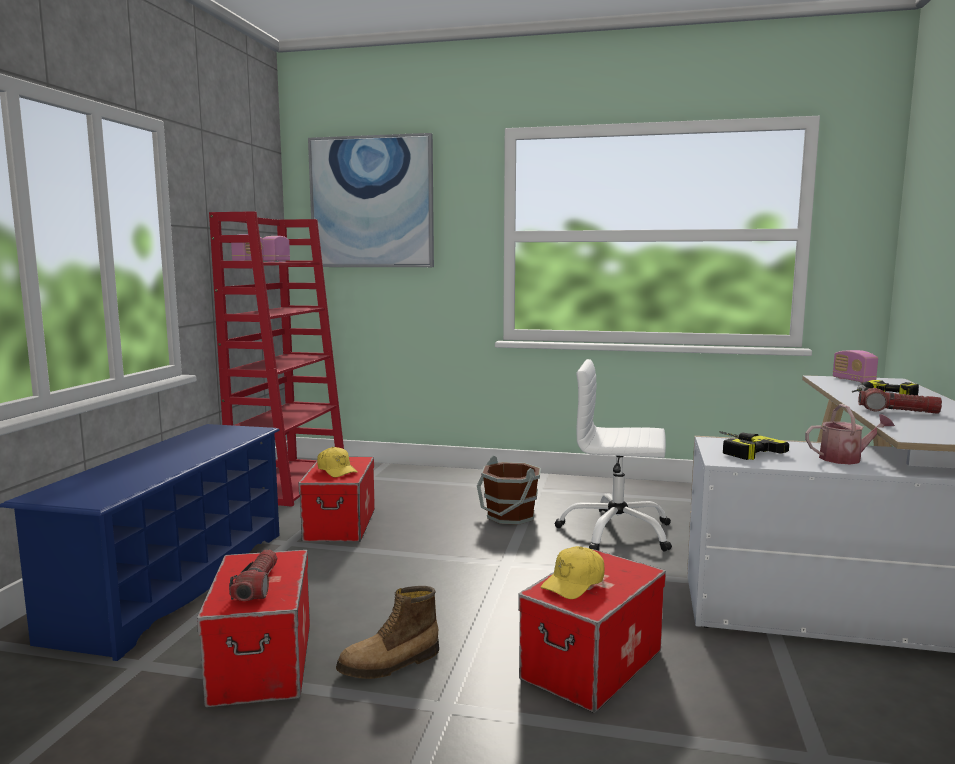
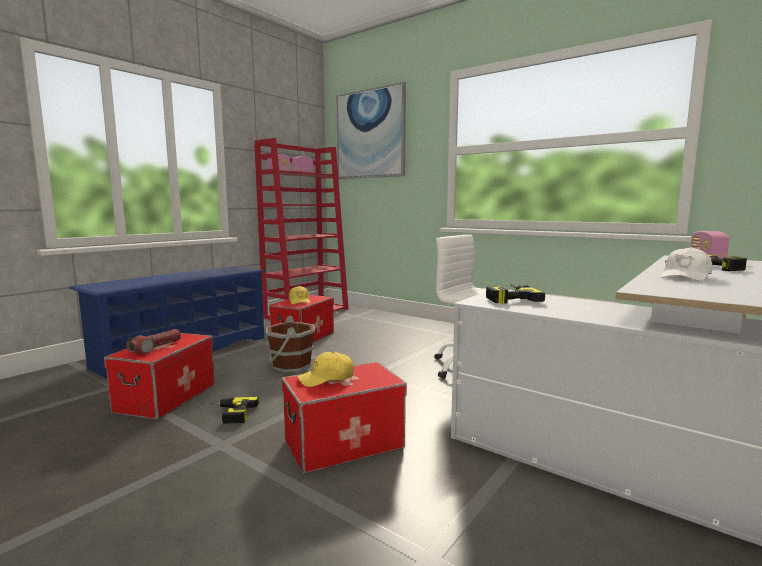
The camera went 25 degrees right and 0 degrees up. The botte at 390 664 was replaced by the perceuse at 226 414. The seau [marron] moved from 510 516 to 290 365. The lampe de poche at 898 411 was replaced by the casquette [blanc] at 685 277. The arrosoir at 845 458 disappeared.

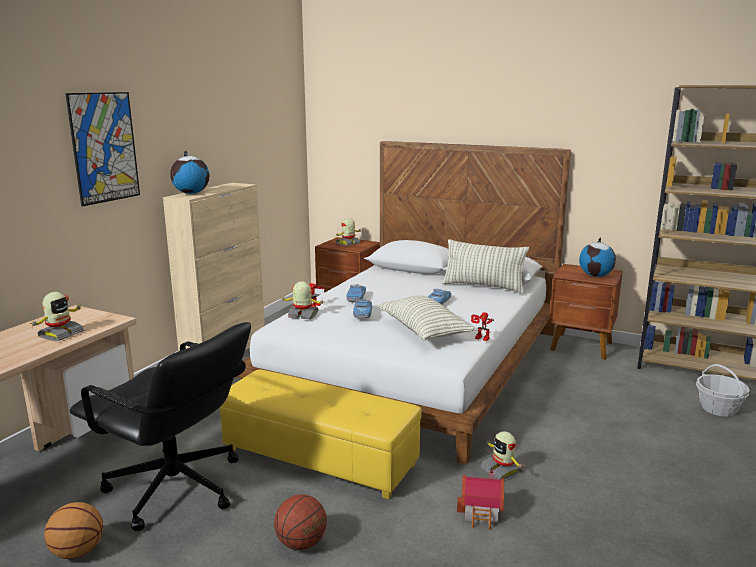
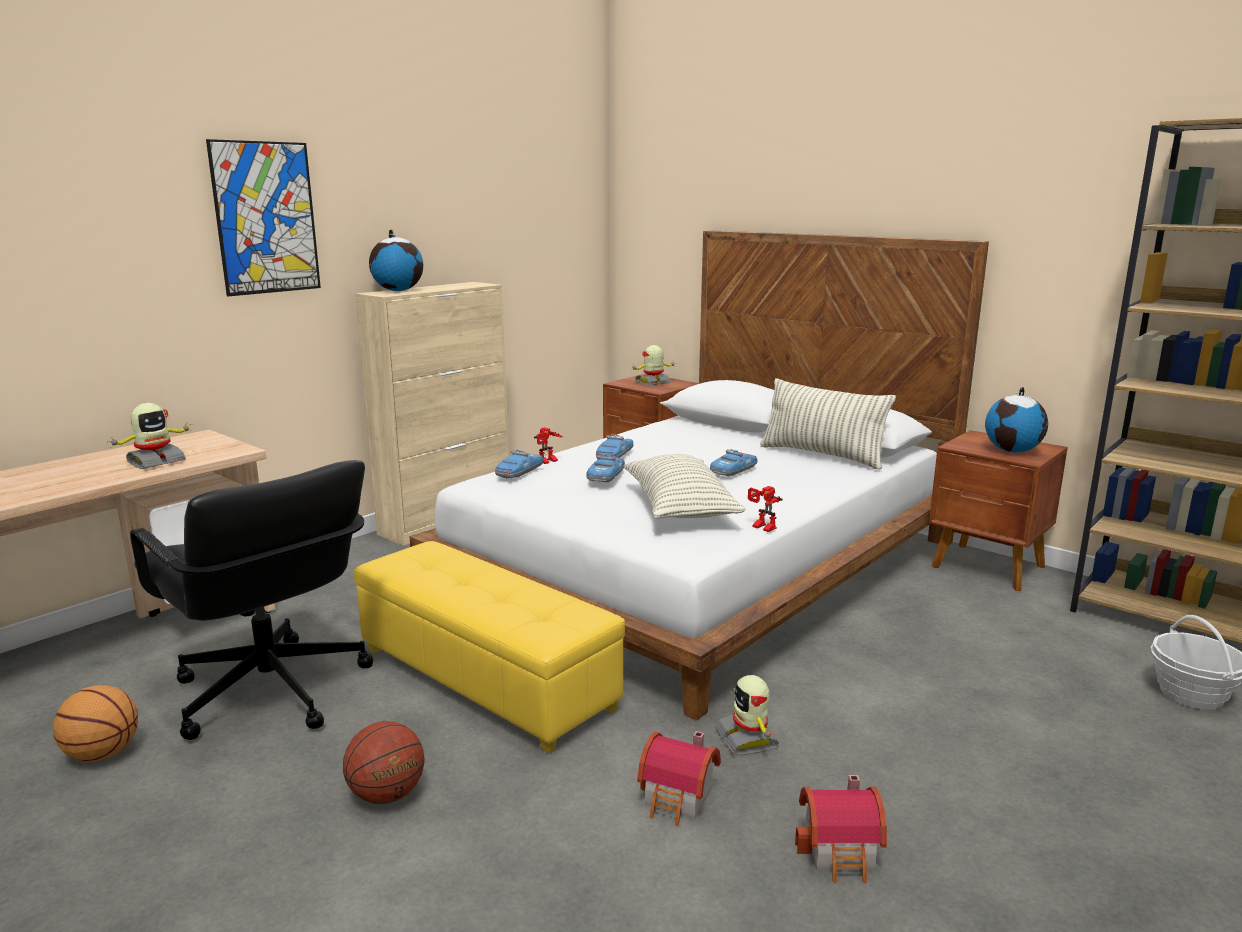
The camera went 15 degrees right and 0 degrees up. The robot jouet at 303 315 was replaced by the petite voiture at 519 471. The maison miniature at 842 852 appeared.

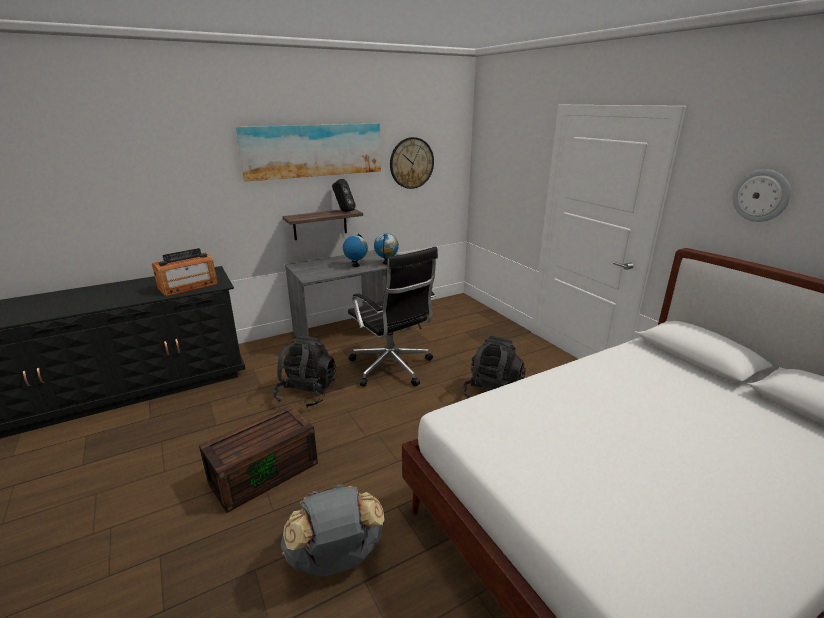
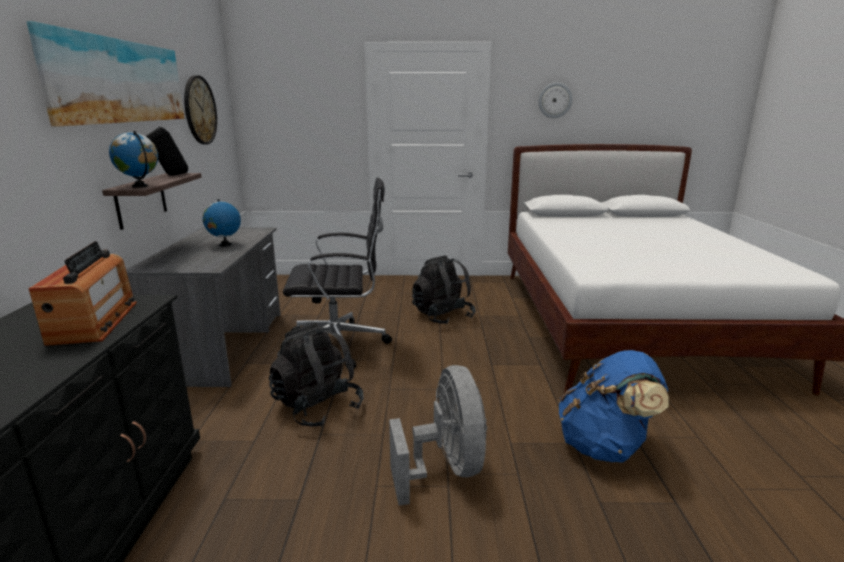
The camera went 60 degrees left and 5 degrees down. The globe moved from 386 263 to 140 186. The boîte de rangement [marron] at 265 471 was replaced by the ventilateur [gris] at 445 468. The sac à dos [gris] at 336 559 became the sac à dos [bleu] at 604 446.

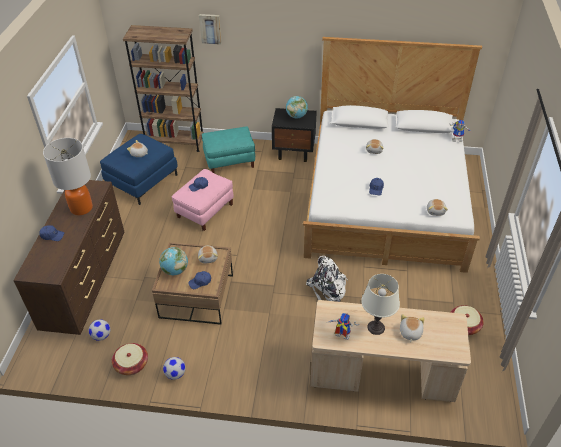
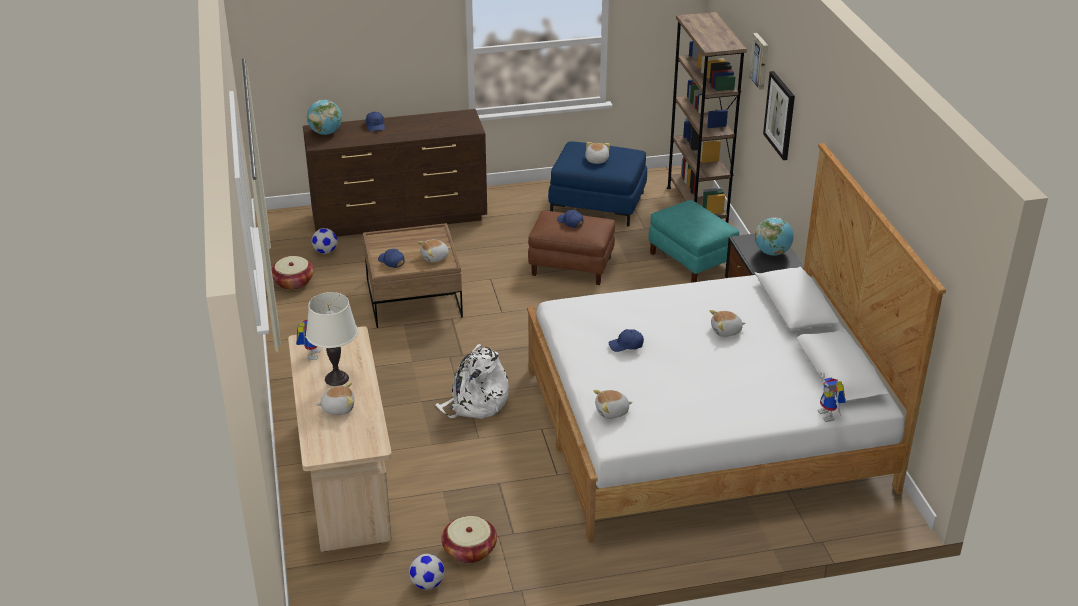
The camera went 70 degrees right and 10 degrees down. The globe moved from 175 270 to 325 133. The ballon de foot moved from 175 374 to 427 584. The pouf [rose] at 205 210 became the pouf [marron] at 572 266. The tableau at 780 115 appeared. The lampe de table at 81 208 disappeared.

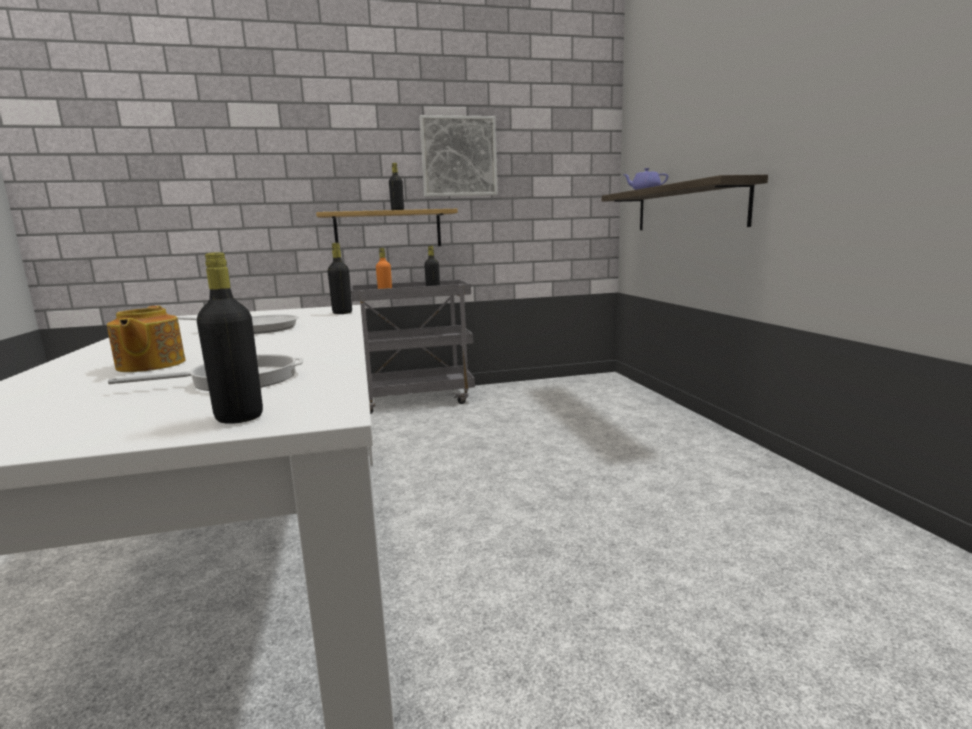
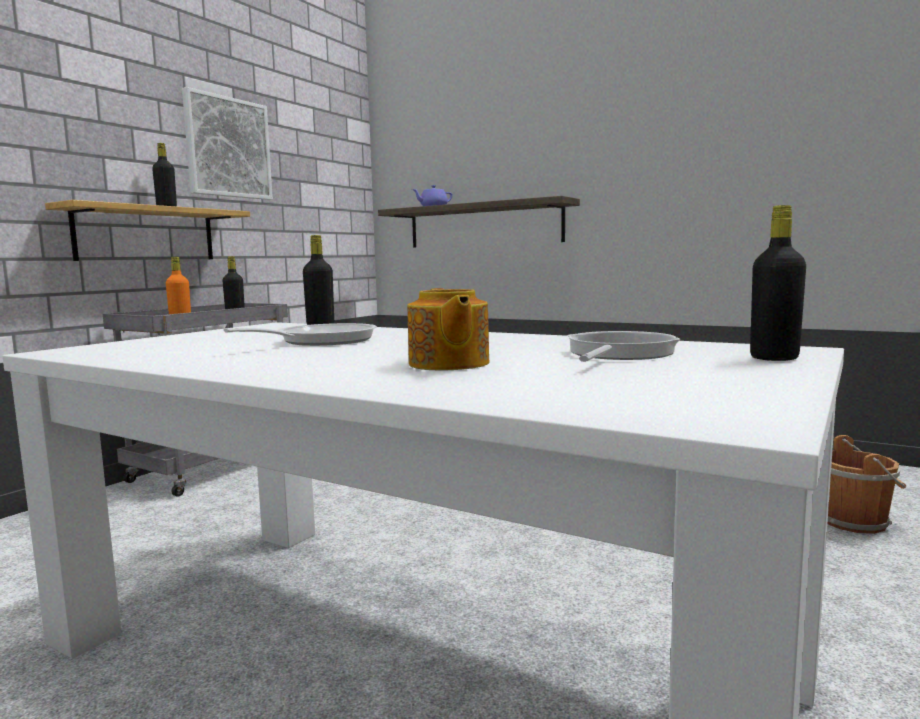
The camera went 45 degrees left and 5 degrees down. The théière at 149 365 turned 45 degrees clockwise. The seau [marron] at 856 521 appeared.

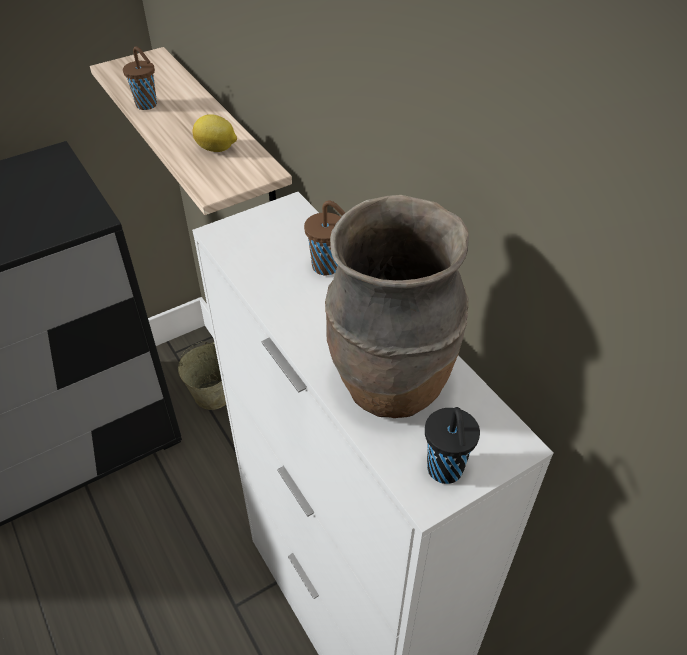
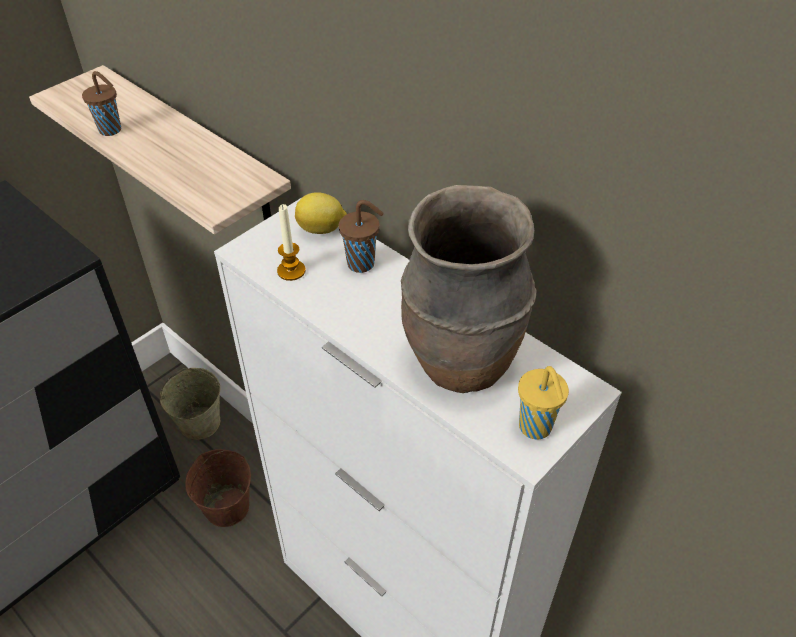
The camera went 15 degrees left and 0 degrees up. The seau [marron] at 226 506 appeared. The bougie at 291 271 appeared. The citron moved from 217 149 to 322 229. The tasse [noir] at 445 471 became the tasse [jaune] at 536 428.

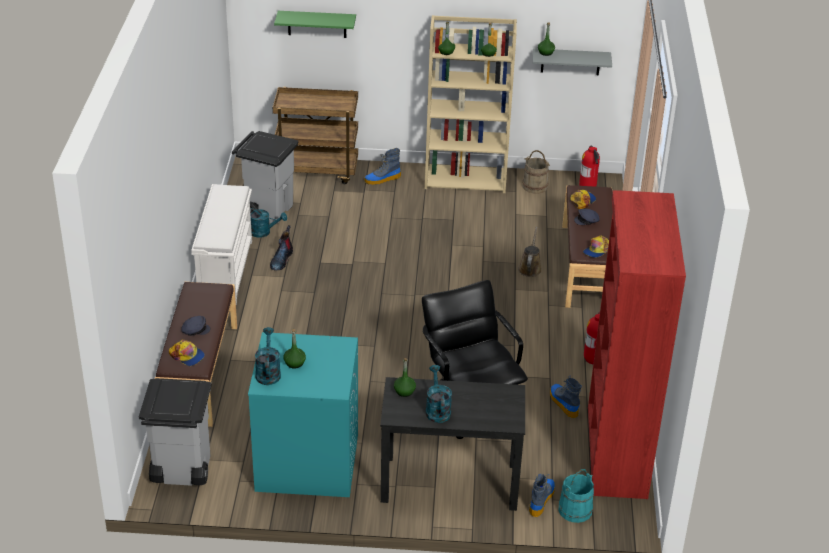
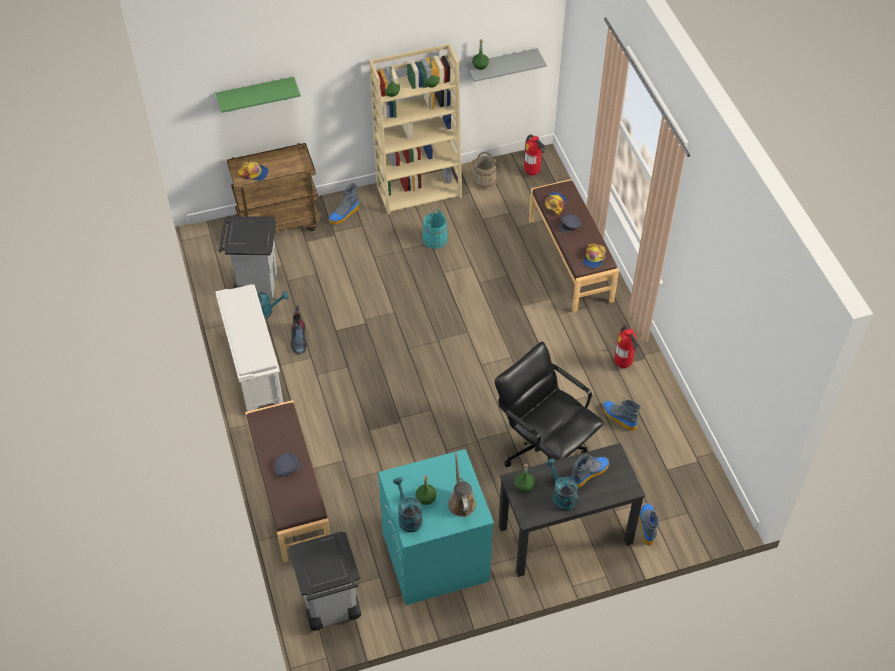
The camera went 20 degrees left and 15 degrees up. The casquette moved from 187 356 to 254 173. The seau [turquoise] moved from 575 509 to 435 239. The arrosoir [marron] moved from 530 268 to 461 501. The botte at 589 473 appeared. The bibliothèque [rouge] at 615 452 disappeared.

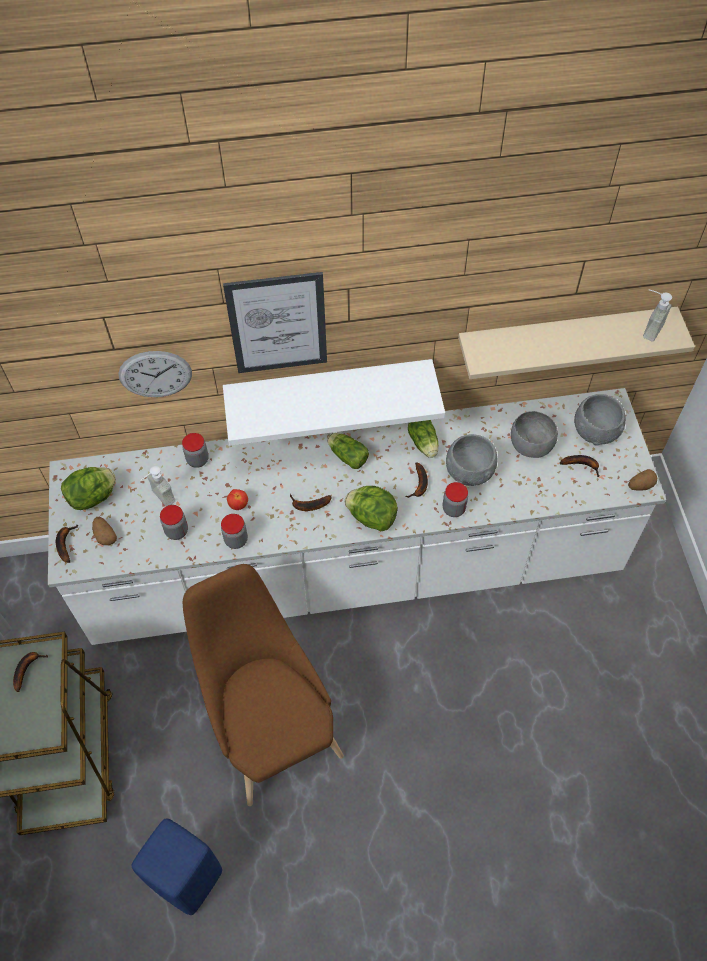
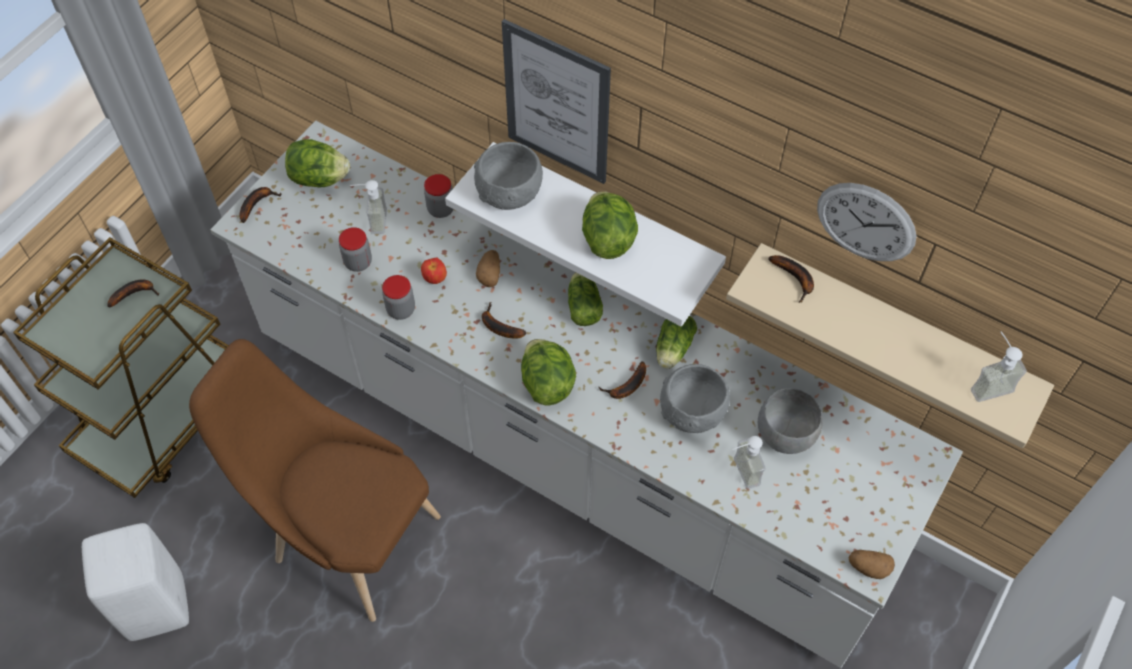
The camera went 40 degrees right and 0 degrees up. The tabouret [bleu] at 189 878 became the tabouret [blanc] at 158 608. The chaise [marron] at 271 728 turned 75 degrees counterclockwise. The bol [gris] moved from 596 430 to 510 193. The pomme de terre moved from 105 535 to 490 274. The laitue at 607 238 appeared. The distributeur de savon at 739 473 appeared. The banane moved from 582 465 to 795 279. The horloge murale moved from 155 374 to 866 222. The bocal at 453 509 disappeared.

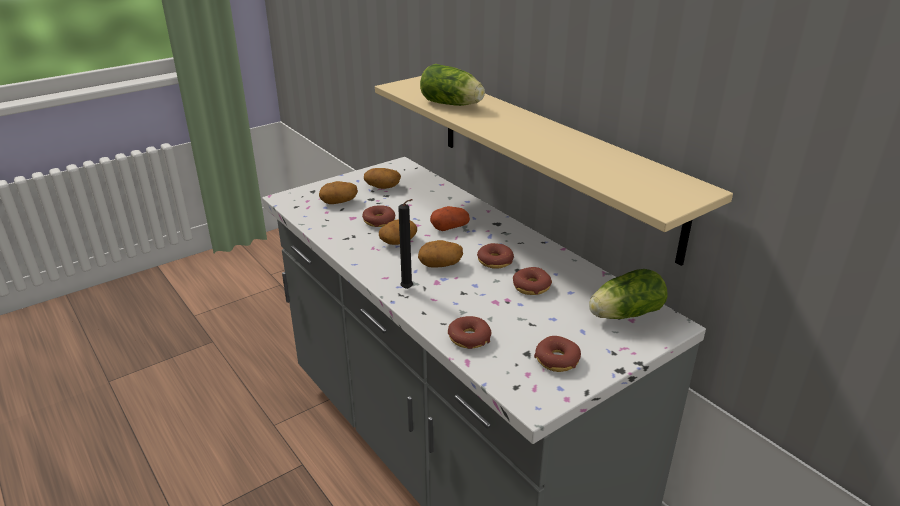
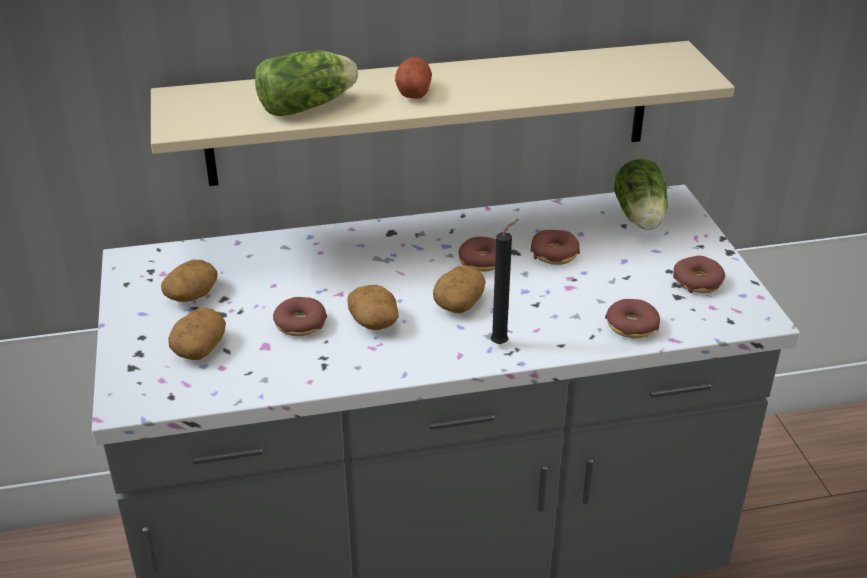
The camera went 65 degrees left and 5 degrees up. The pomme de terre moved from 450 227 to 413 91.

